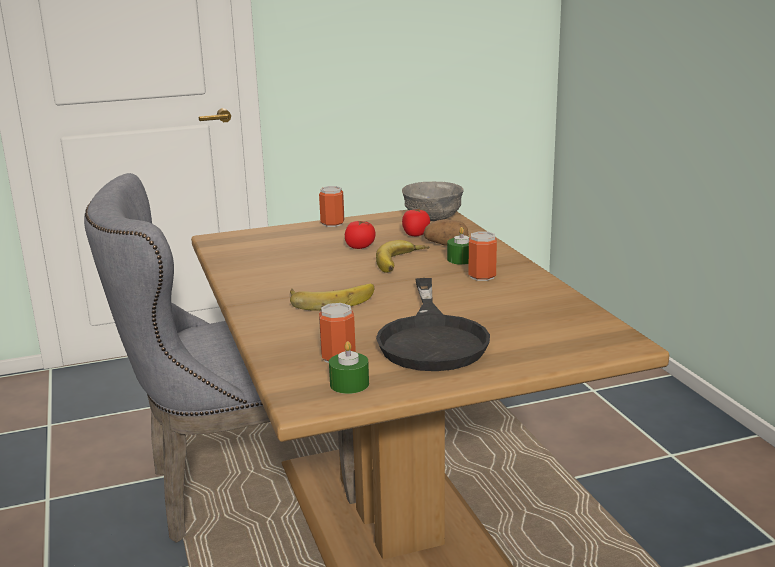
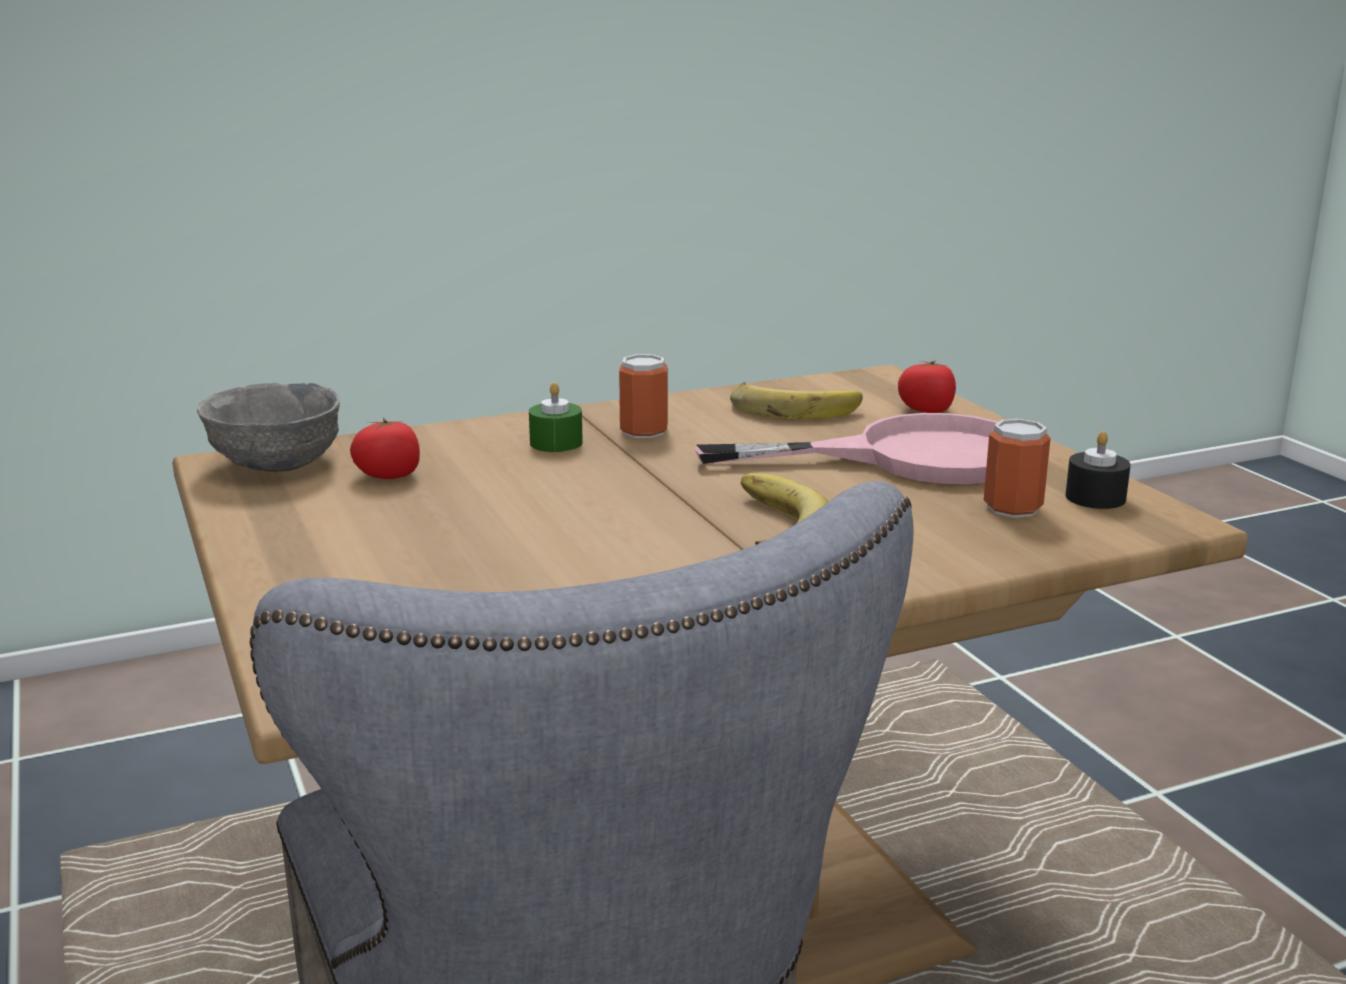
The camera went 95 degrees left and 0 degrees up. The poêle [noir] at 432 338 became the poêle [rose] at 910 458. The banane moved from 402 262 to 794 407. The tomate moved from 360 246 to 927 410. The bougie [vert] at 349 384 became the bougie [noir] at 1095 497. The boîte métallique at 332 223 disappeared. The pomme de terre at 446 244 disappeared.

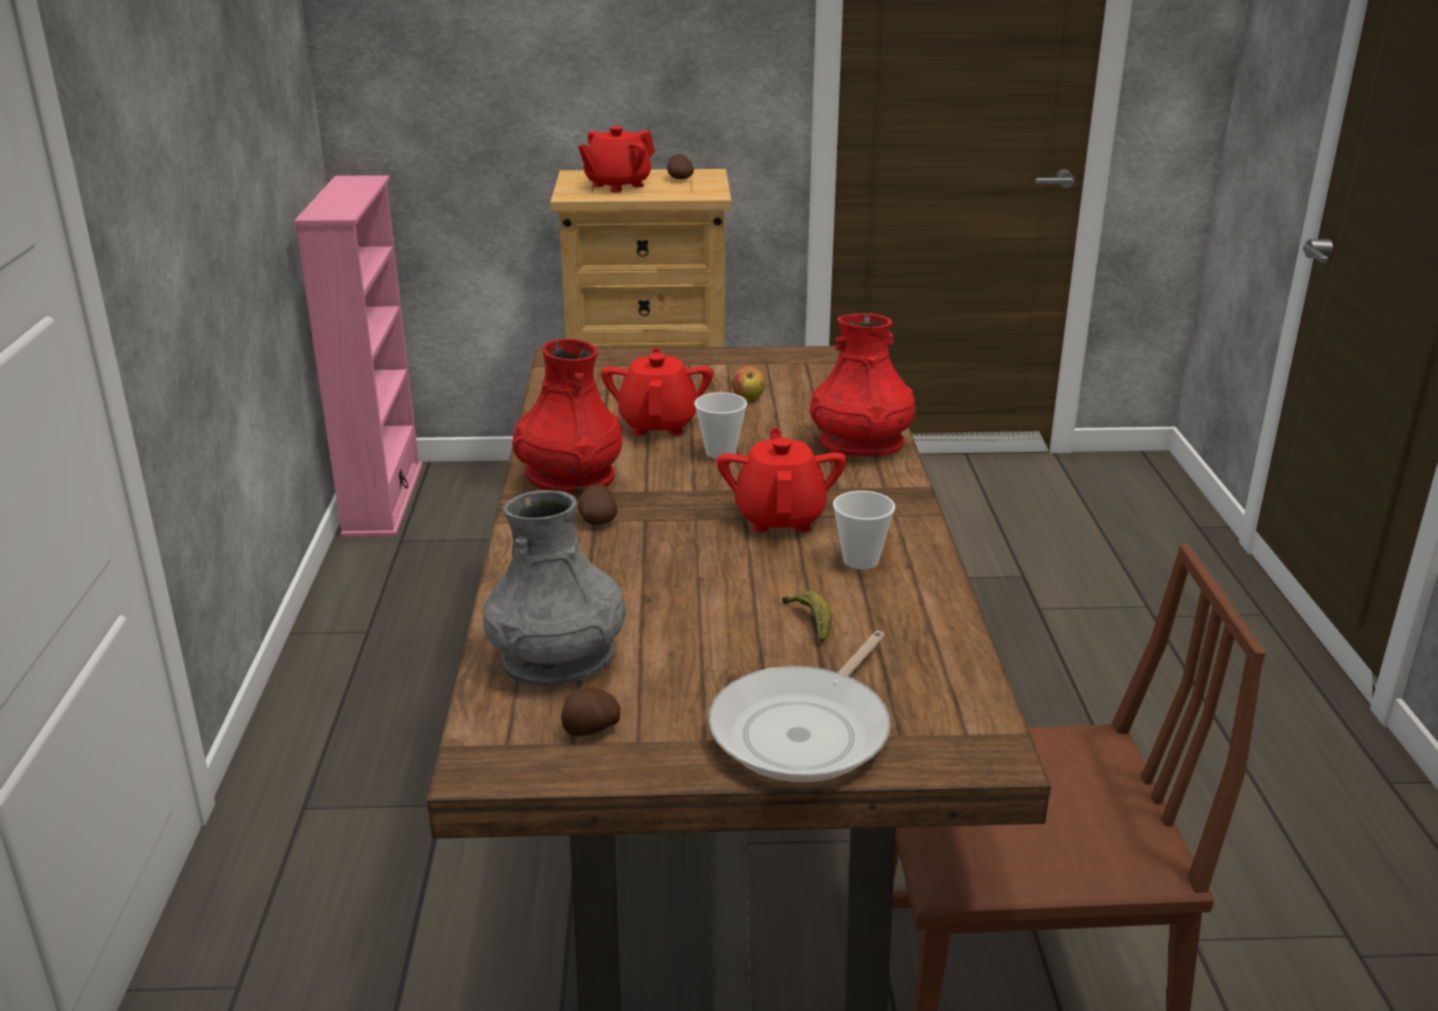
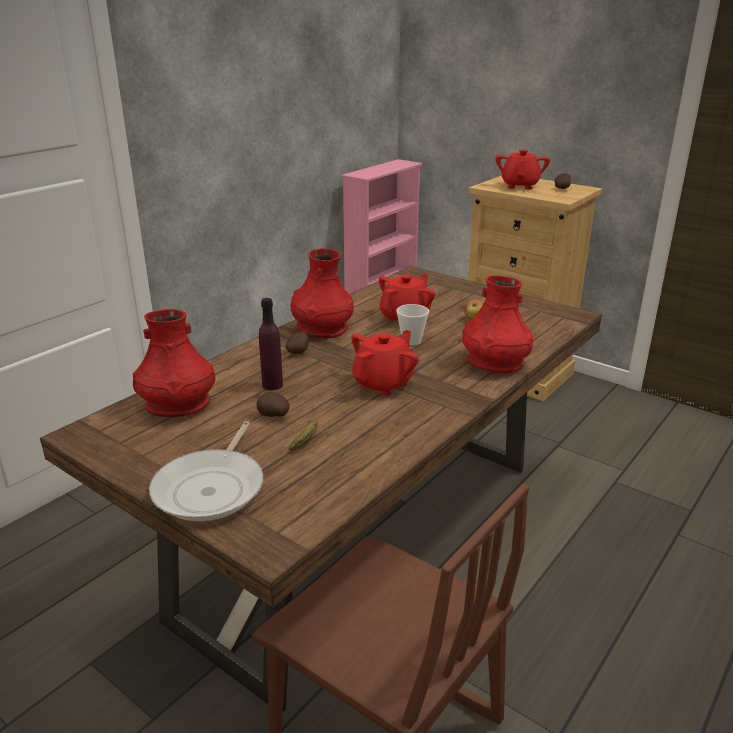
The camera went 40 degrees right and 0 degrees up. The vase [gris] at 558 658 became the vase [rouge] at 178 404. The poêle at 806 730 turned 60 degrees counterclockwise. The pomme de terre moved from 590 730 to 273 415. The bouteille [violet] at 272 385 appeared. The théière [rouge] at 617 185 turned 105 degrees clockwise. The tasse at 860 560 disappeared.

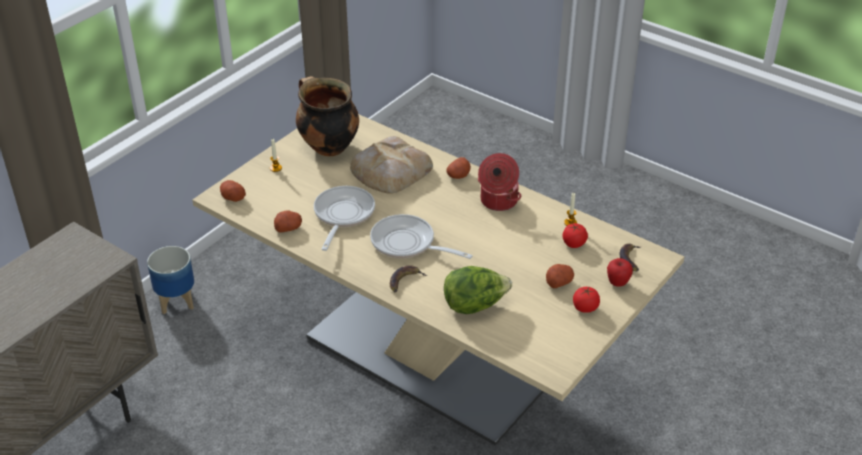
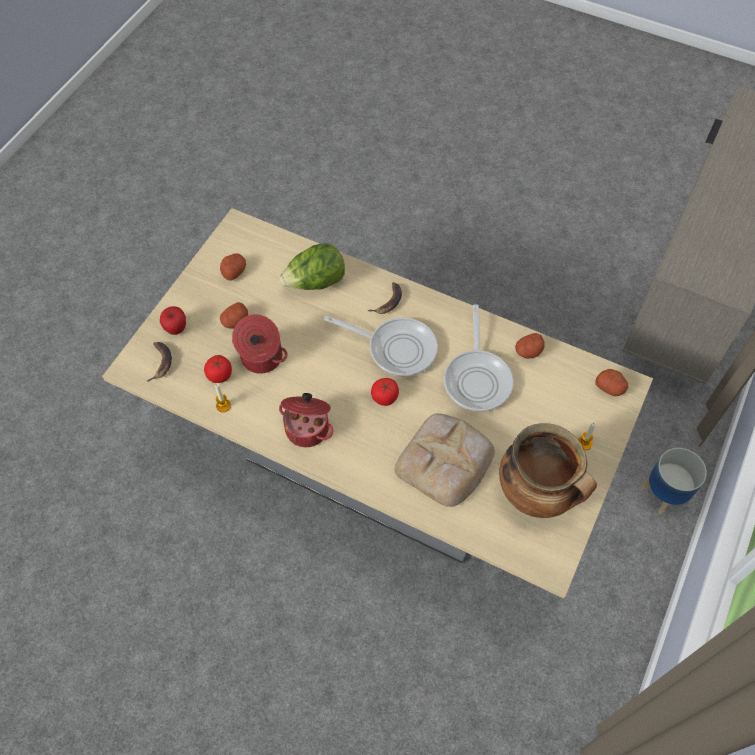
The camera went 170 degrees right and 20 degrees up. The pomme de terre moved from 458 175 to 234 271. The marmite at 261 358 appeared. The tomate moved from 585 308 to 385 397.

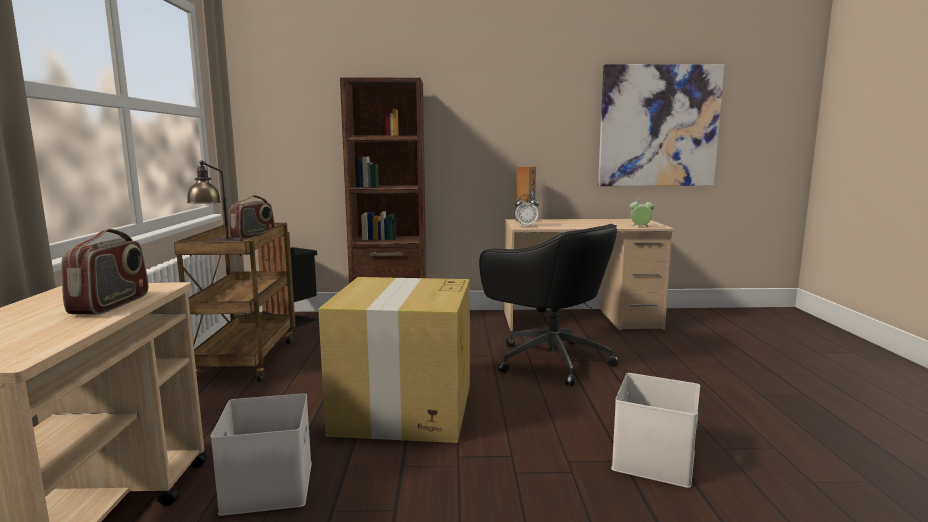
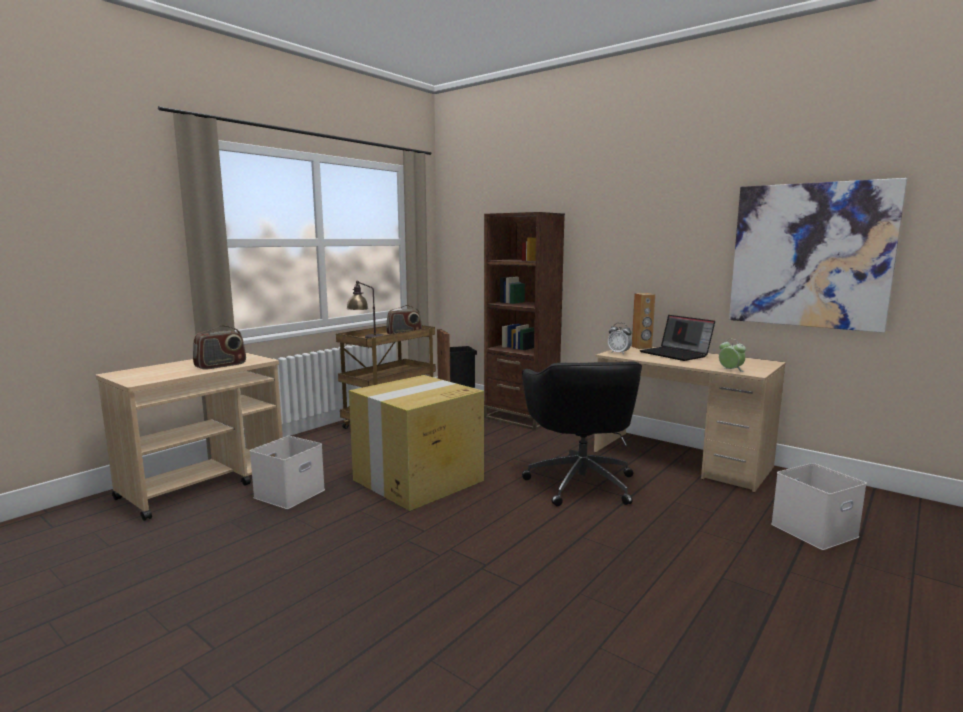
The camera went 40 degrees right and 0 degrees up. The ordinateur portable at 676 354 appeared. The boîte de rangement [blanc] moved from 652 458 to 813 529.

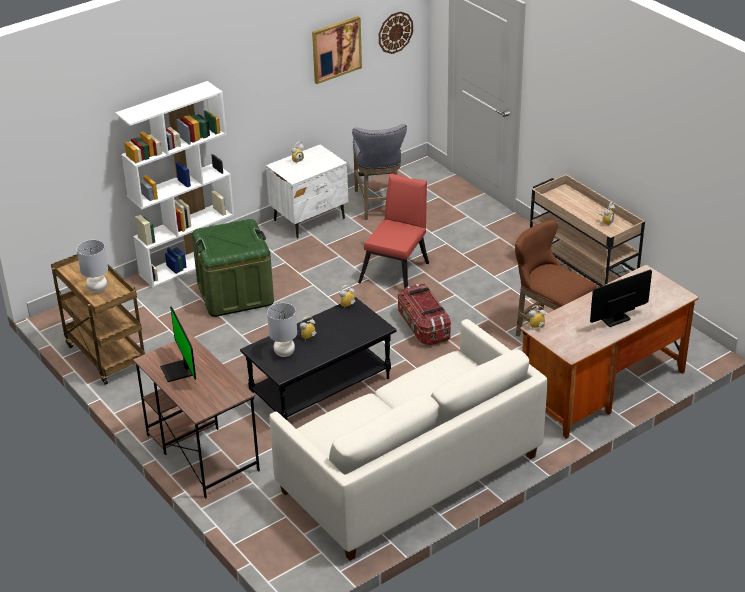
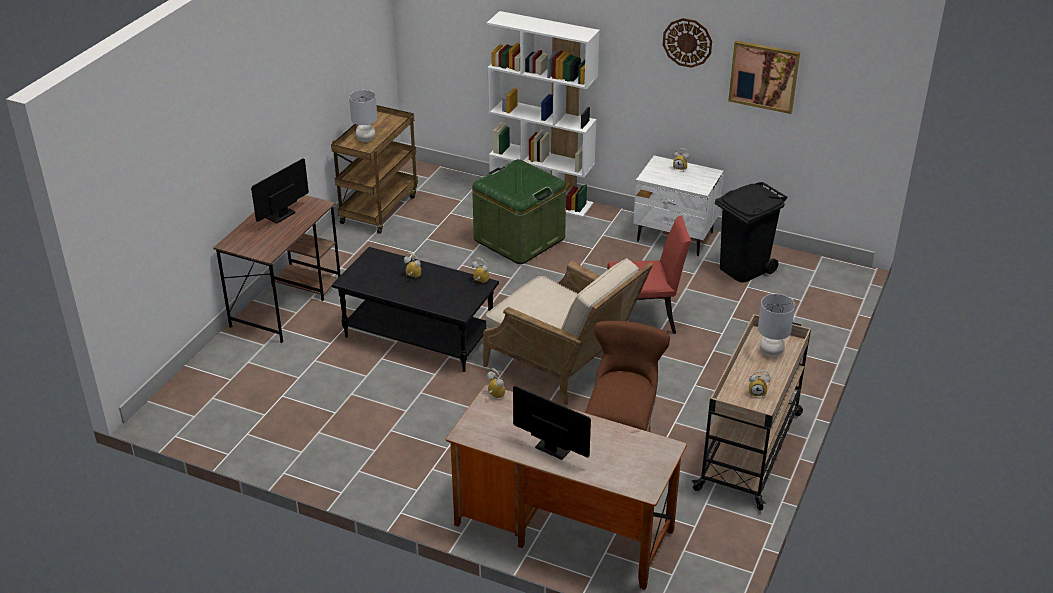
The camera went 60 degrees right and 0 degrees up. The boîte de rangement at 423 327 was replaced by the fauteuil [beige] at 564 366. The horloge murale moved from 395 32 to 687 42. The tabouret [gris] at 378 205 was replaced by the poubelle [noir] at 742 268. The lampe de table [gris] moved from 284 352 to 771 352. The canapé [blanc] at 410 474 disappeared.

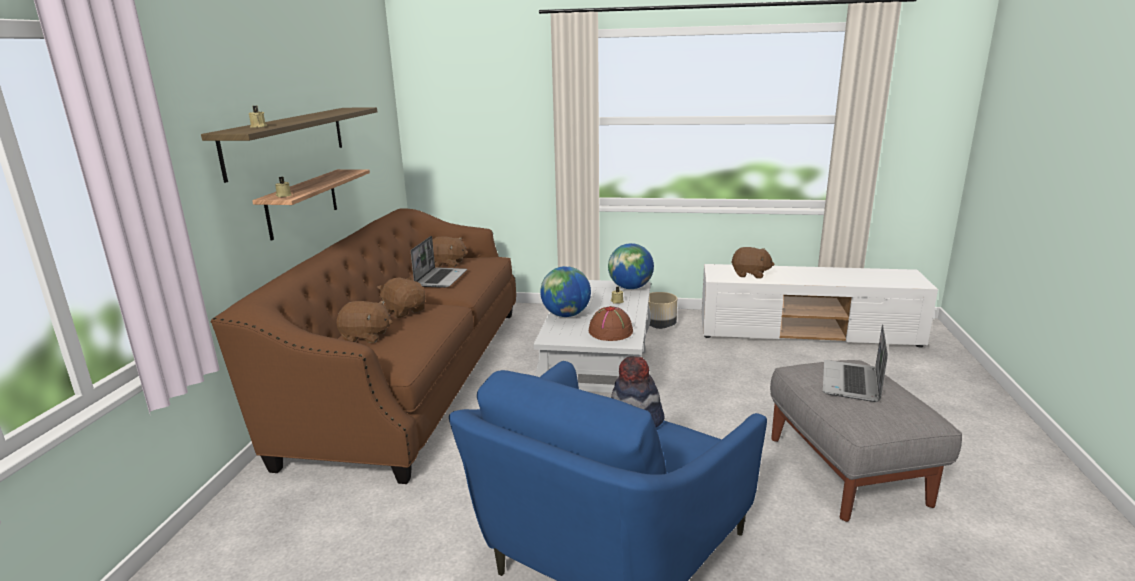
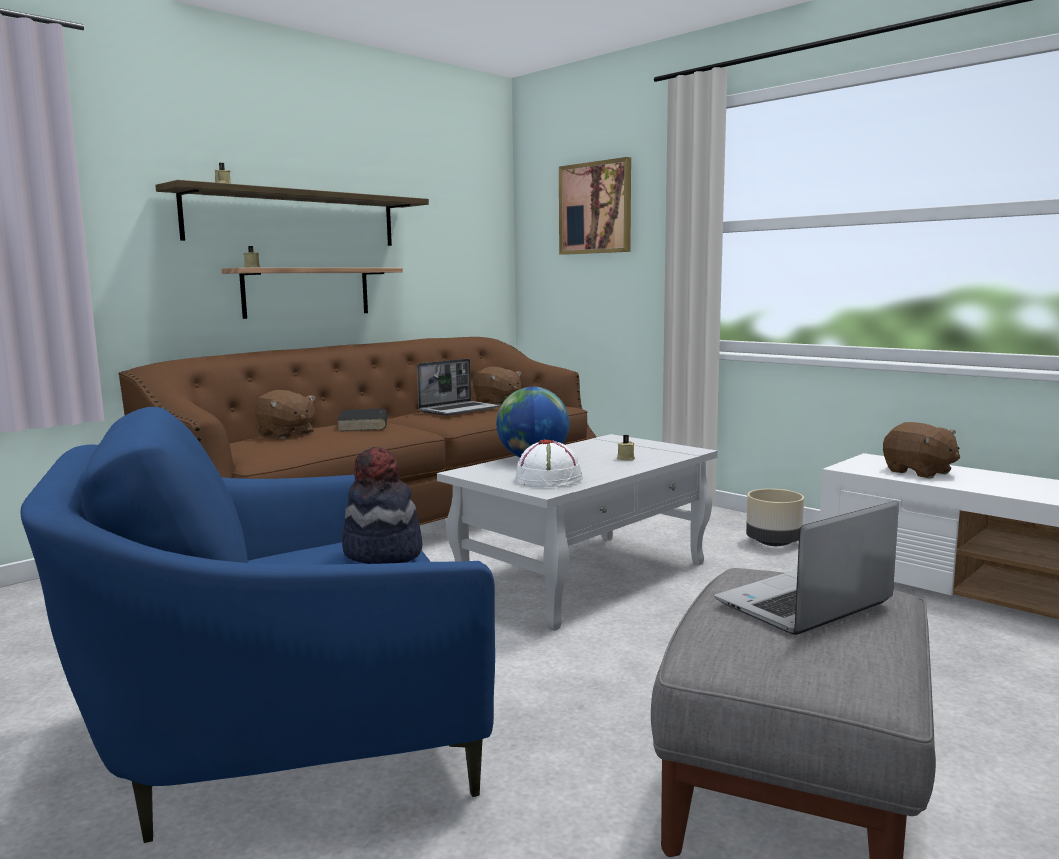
The camera went 35 degrees right and 10 degrees down. The peluche [marron] at 405 311 was replaced by the livre [noir] at 363 424. The chapeau [marron] at 611 331 became the chapeau [blanc] at 549 479. The tableau at 595 208 appeared. The globe at 630 288 disappeared.

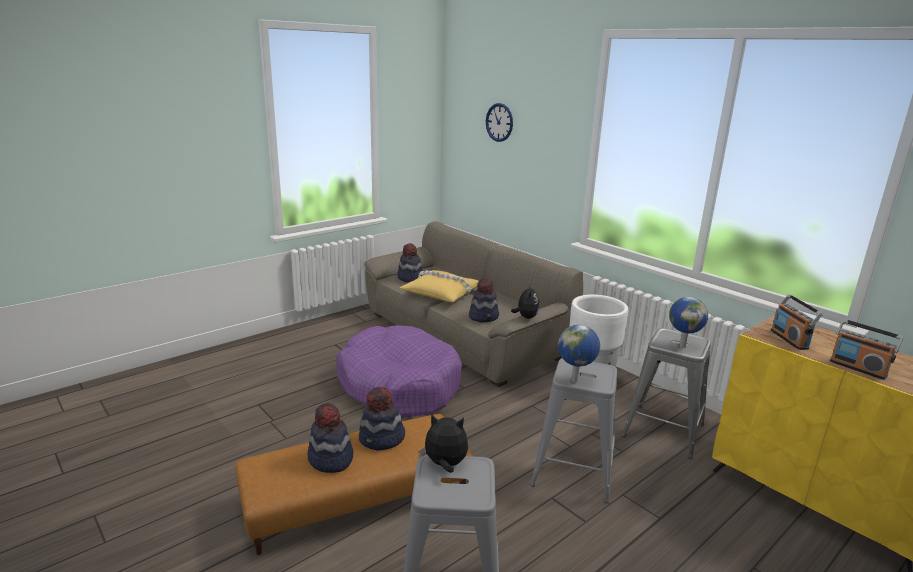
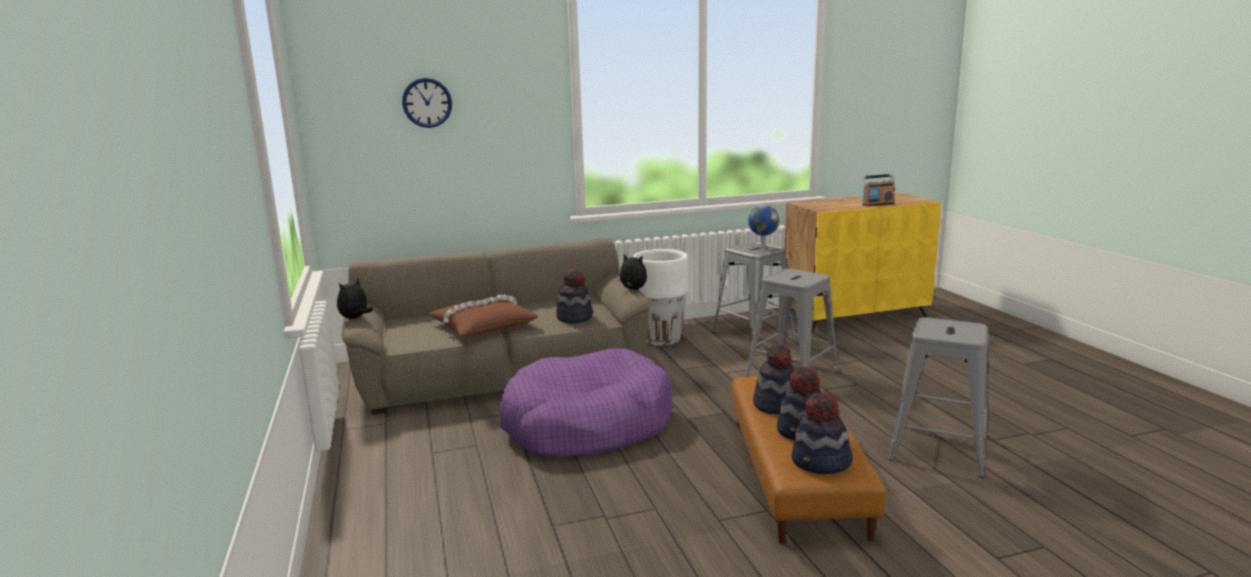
The camera went 65 degrees left and 5 degrees down. The peluche moved from 445 465 to 355 318. The coussin [jaune] at 442 293 became the coussin [marron] at 482 326. The chapeau moved from 410 278 to 821 463. The globe at 575 380 disappeared. The radio at 789 339 disappeared.

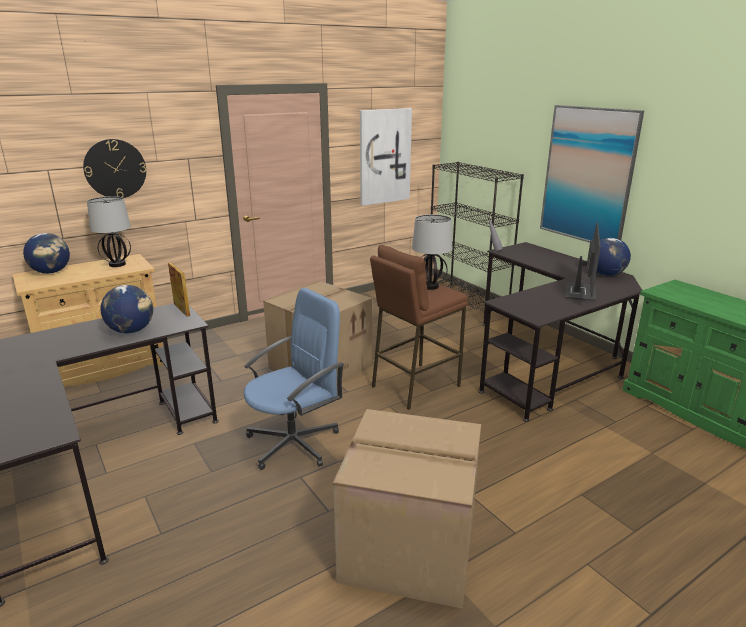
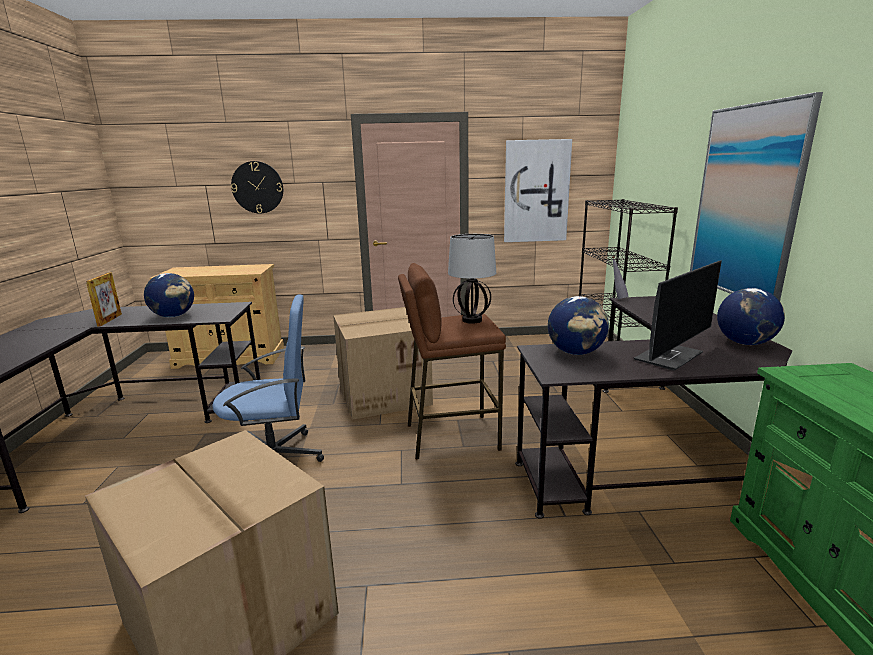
The camera went 30 degrees right and 5 degrees down. The cadre photo moved from 181 309 to 110 320. The globe moved from 51 272 to 576 352. The lampe de table at 117 264 disappeared.

